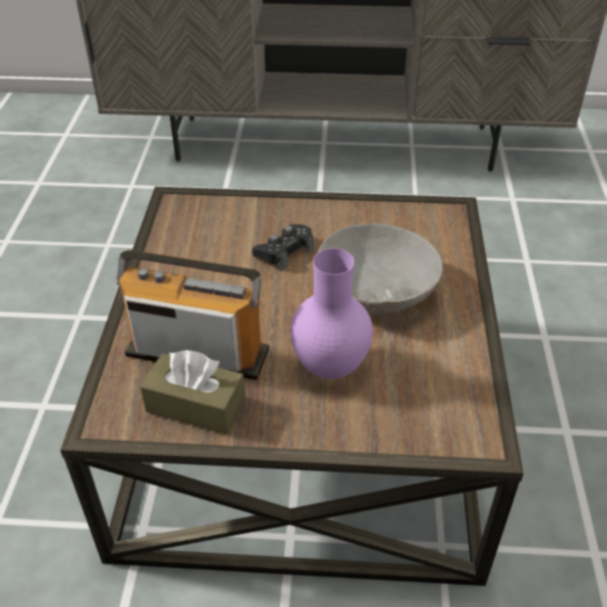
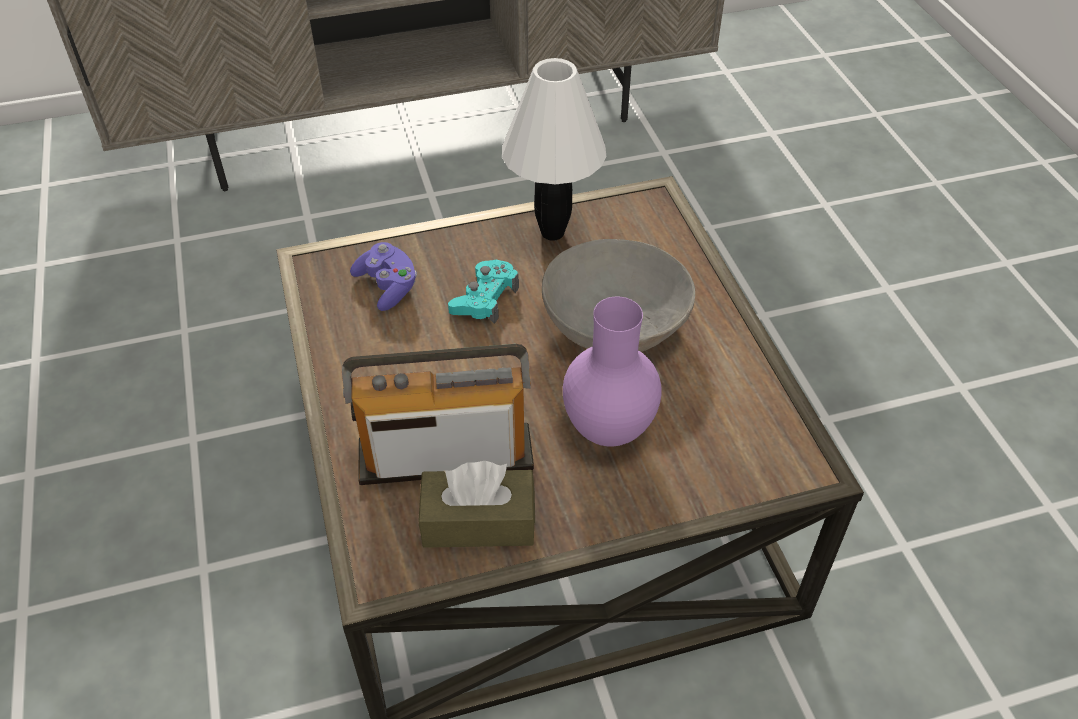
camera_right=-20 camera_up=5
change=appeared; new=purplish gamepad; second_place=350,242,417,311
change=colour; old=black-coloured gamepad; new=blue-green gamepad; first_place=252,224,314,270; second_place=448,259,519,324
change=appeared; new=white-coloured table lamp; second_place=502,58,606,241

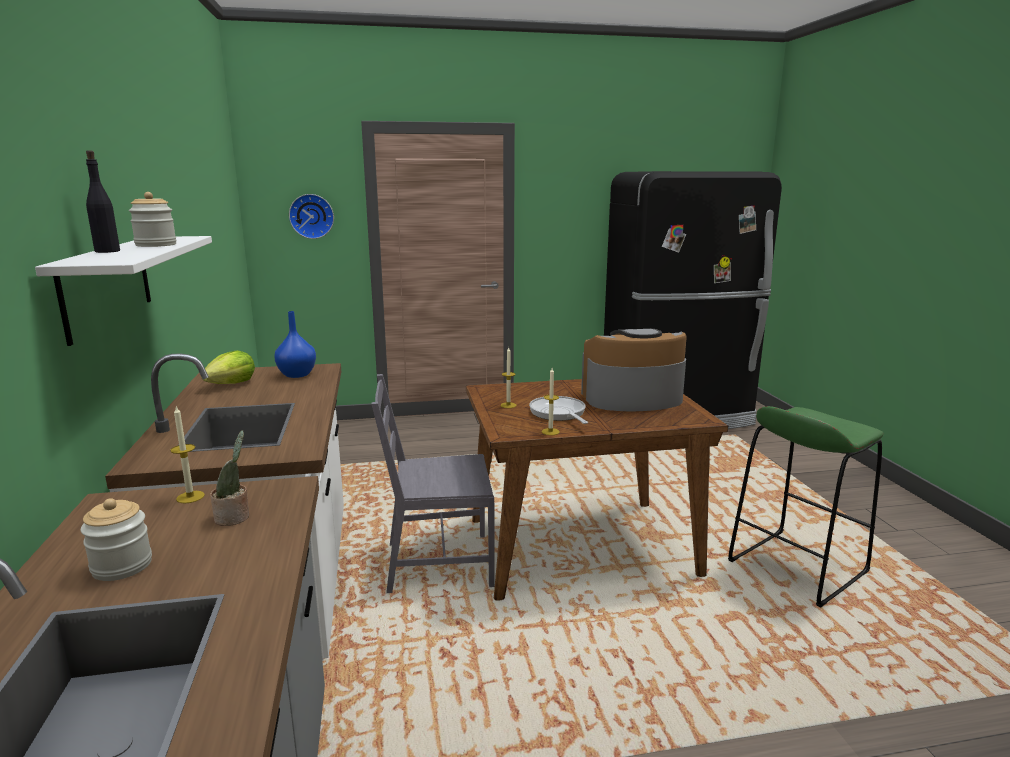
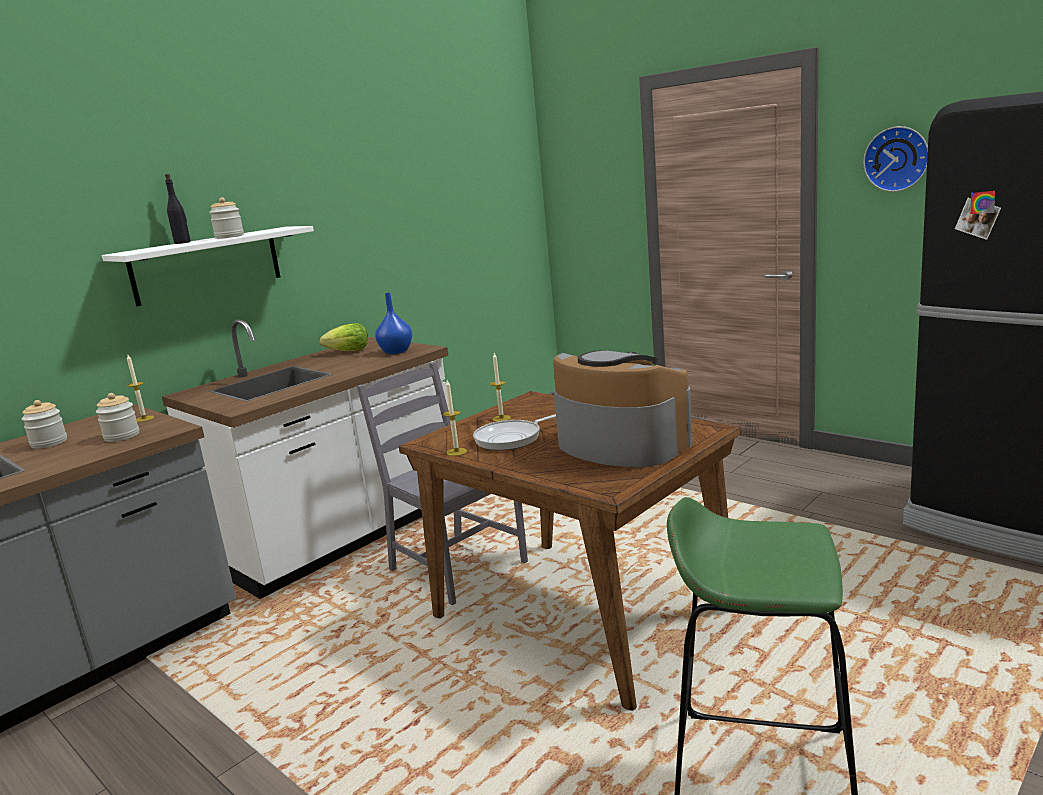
camera_right=55 camera_up=0
change=exchanged; old=houseplant; new=jar; first_place=210,430,249,526; second_place=96,393,139,442
change=spun; old=skillet; first_place=529,396,588,424; second_place=473,414,556,450; degrees=-150
change=relocated; old=clock on the wall; first_place=289,194,334,239; second_place=863,126,928,192

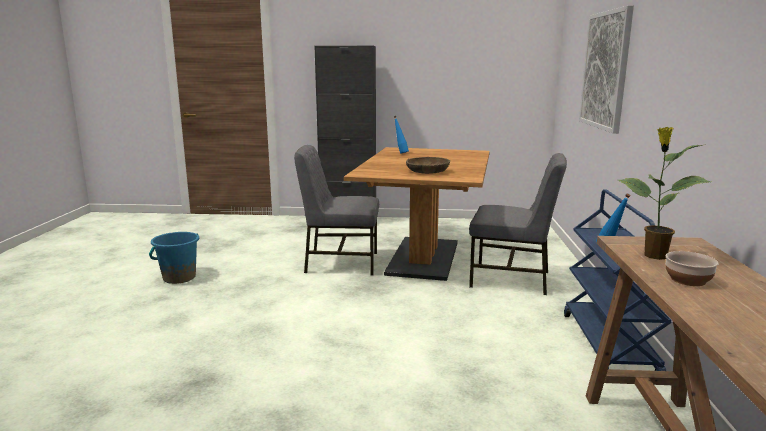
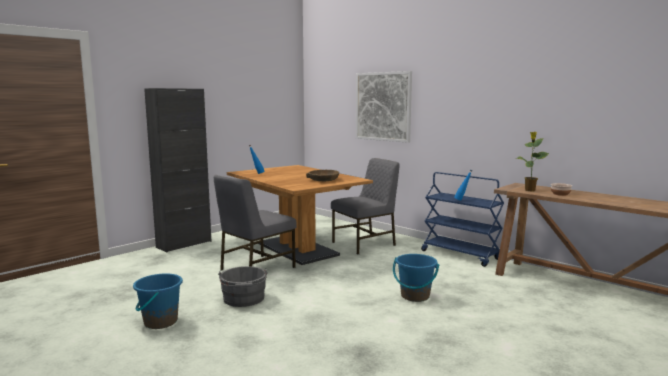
camera_right=-50 camera_up=-5
change=appeared; new=greyish pail; second_place=218,266,268,307
change=appeared; new=blue pail; second_place=393,254,440,302

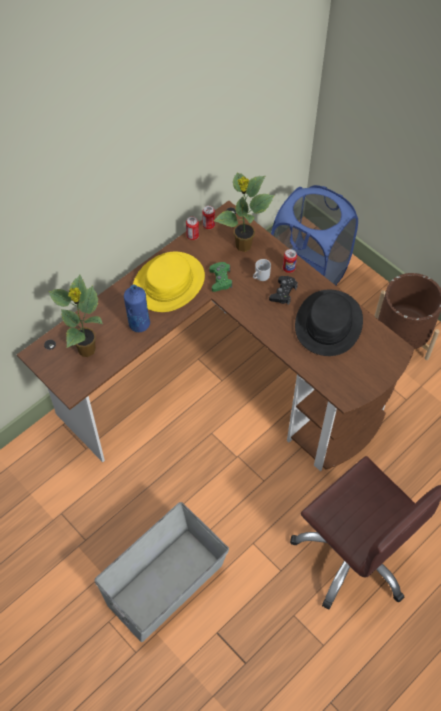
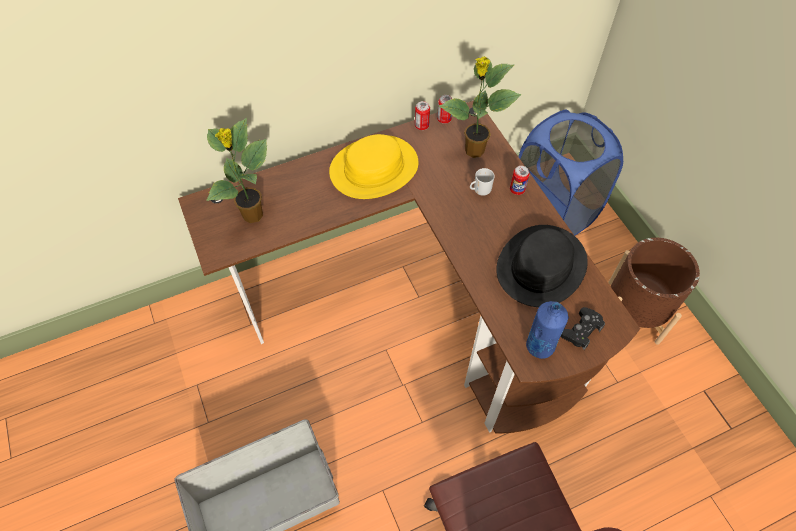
camera_right=20 camera_up=0
change=relocated; old=blue drink bottle; first_place=124,285,150,332; second_place=526,301,569,359
change=relocated; old=black-coloured gamepad; first_place=269,276,298,305; second_place=560,307,605,350
change=missing; old=green gamepad; first_place=209,262,232,292

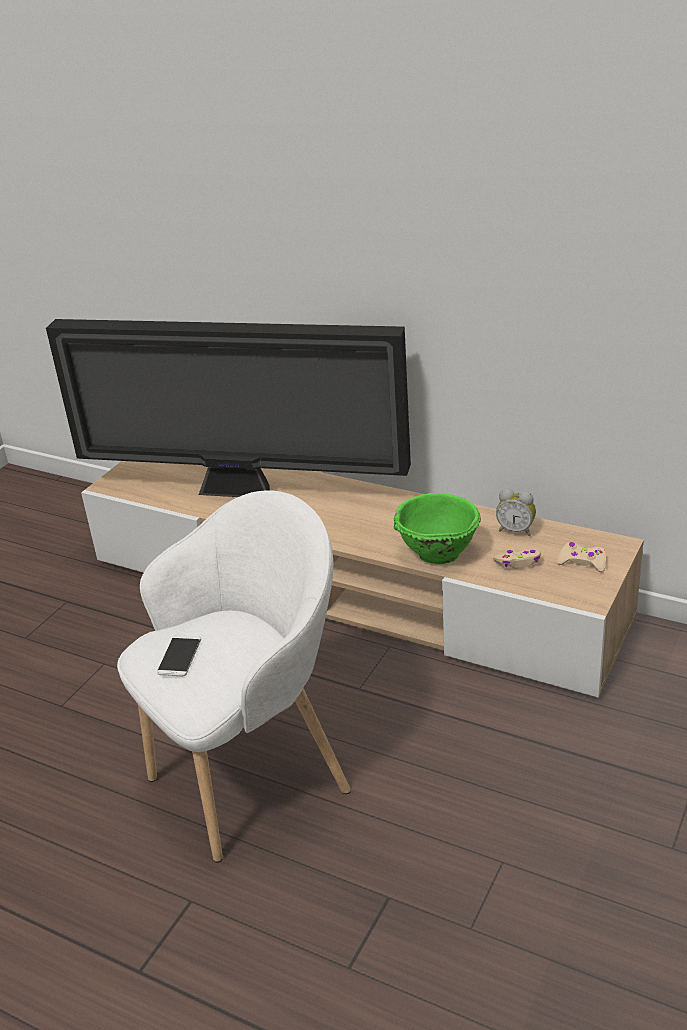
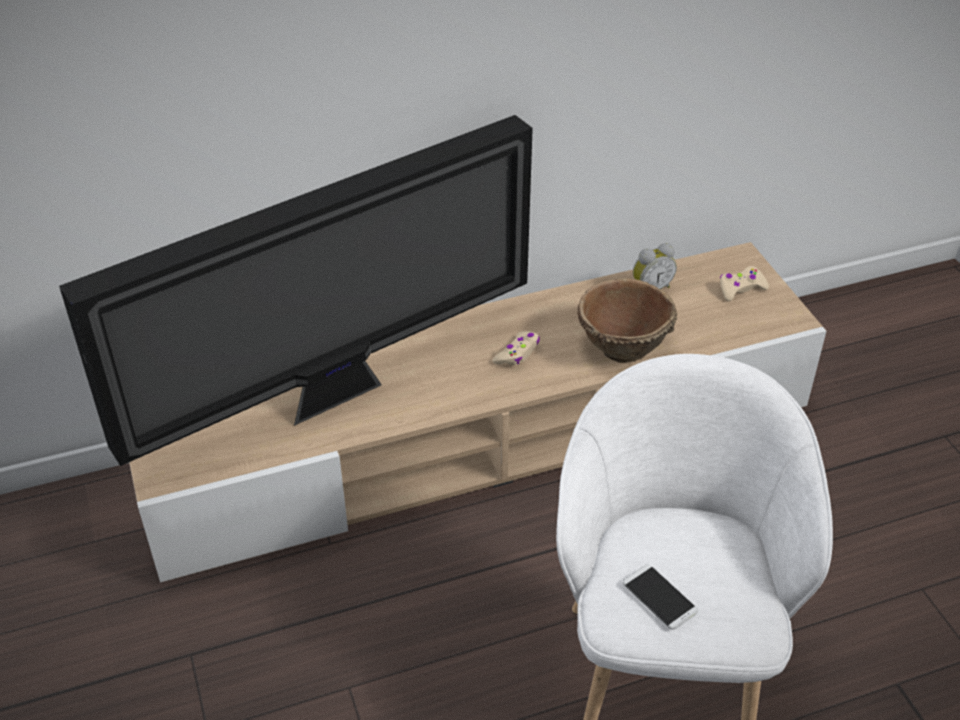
camera_right=-50 camera_up=10
change=relocated; old=beige gamepad; first_place=493,550,541,569; second_place=492,331,540,365
change=colour; old=green deep dish; new=brownish deep dish; first_place=393,493,481,564; second_place=577,278,678,363

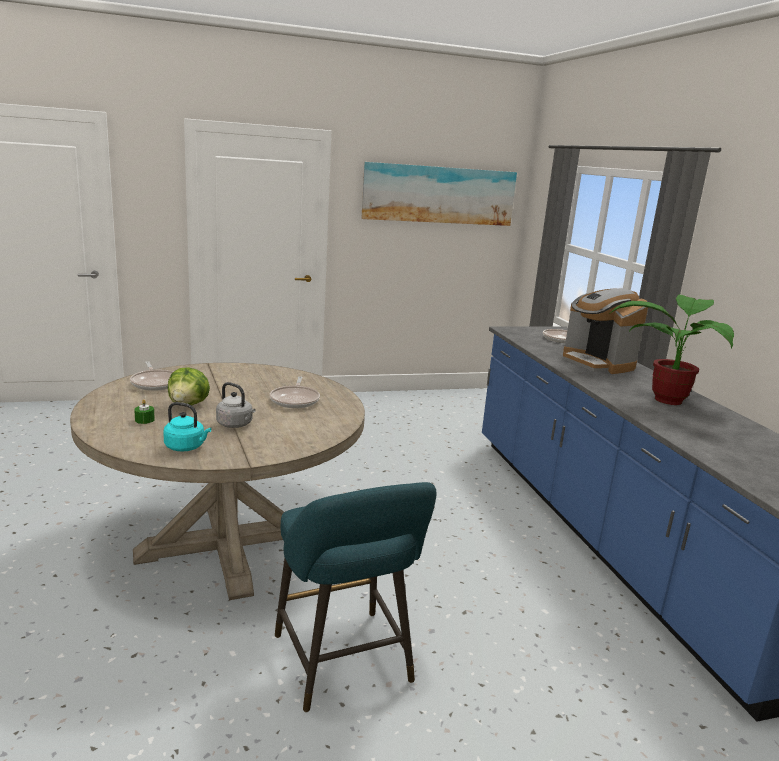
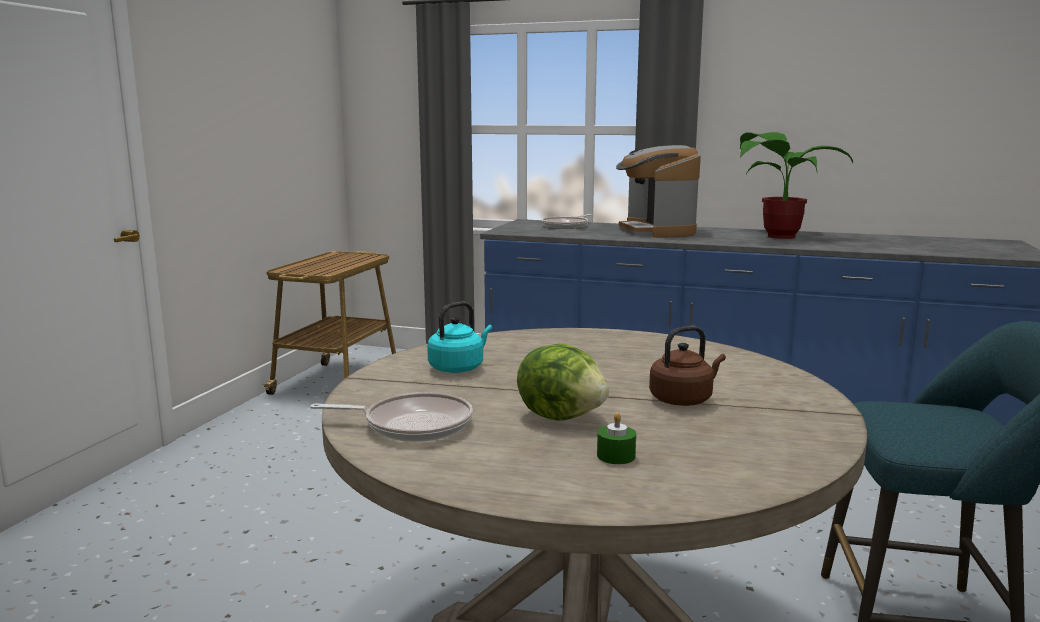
camera_right=-55 camera_up=-5
change=appeared; new=trolley; second_place=261,251,396,395
change=relocated; old=blue-green tea kettle; first_place=163,402,211,452; second_place=427,301,492,373
change=spun; old=coffee maker; first_place=563,288,648,374; second_place=616,145,701,238; degrees=75
change=colour; old=greyish tea kettle; new=brownish tea kettle; first_place=216,382,256,428; second_place=649,326,726,406
change=missing; old=skillet; first_place=270,376,320,408
change=missing; old=picture; first_place=362,162,517,226

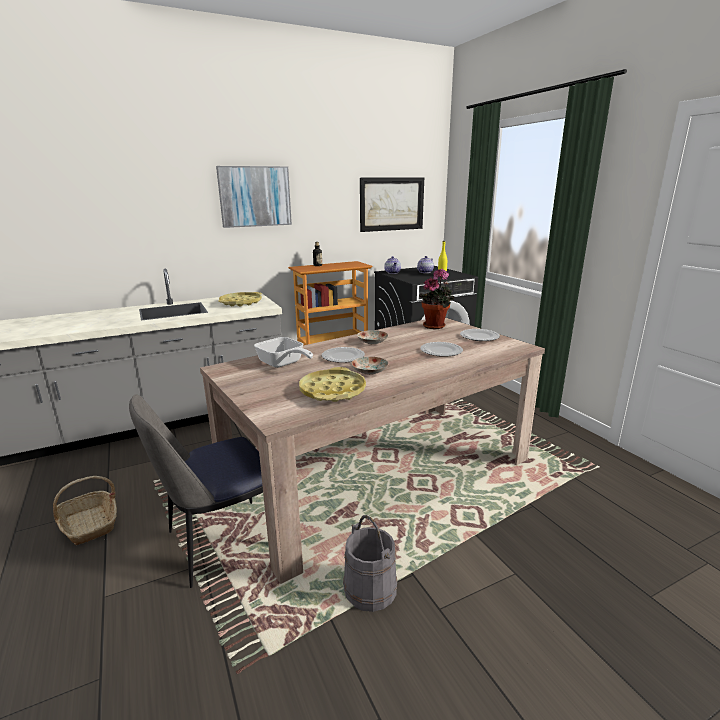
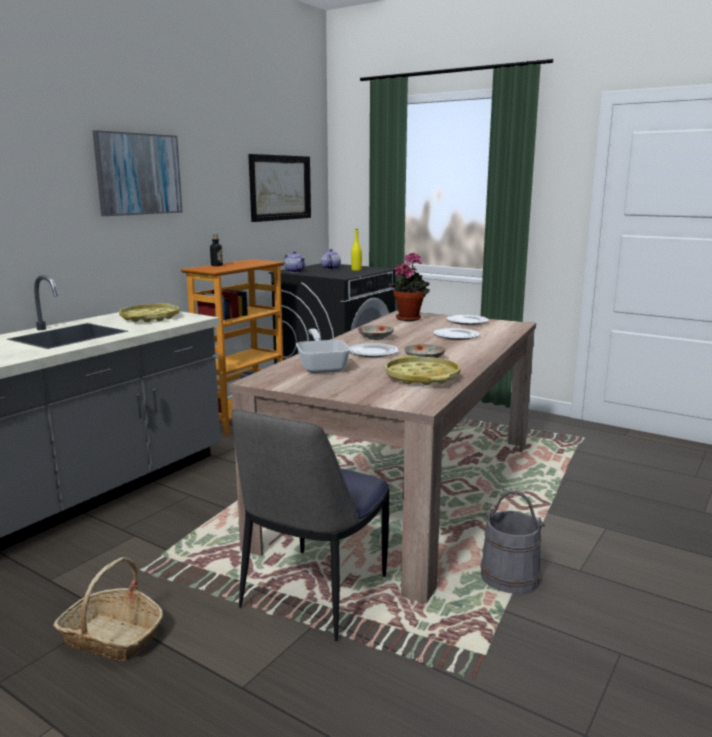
camera_right=-30 camera_up=-5
change=spun; old=skillet; first_place=254,337,313,368; second_place=296,329,351,373; degrees=-120

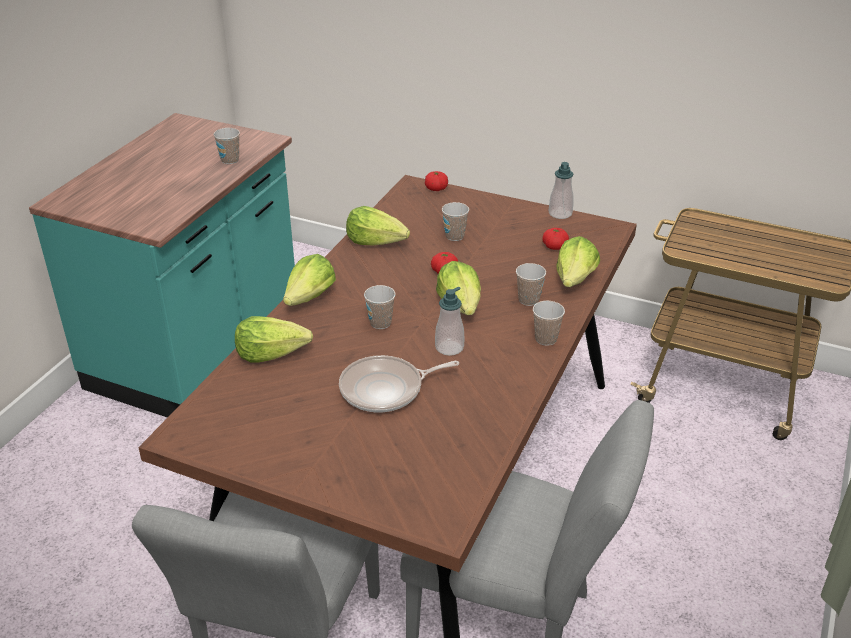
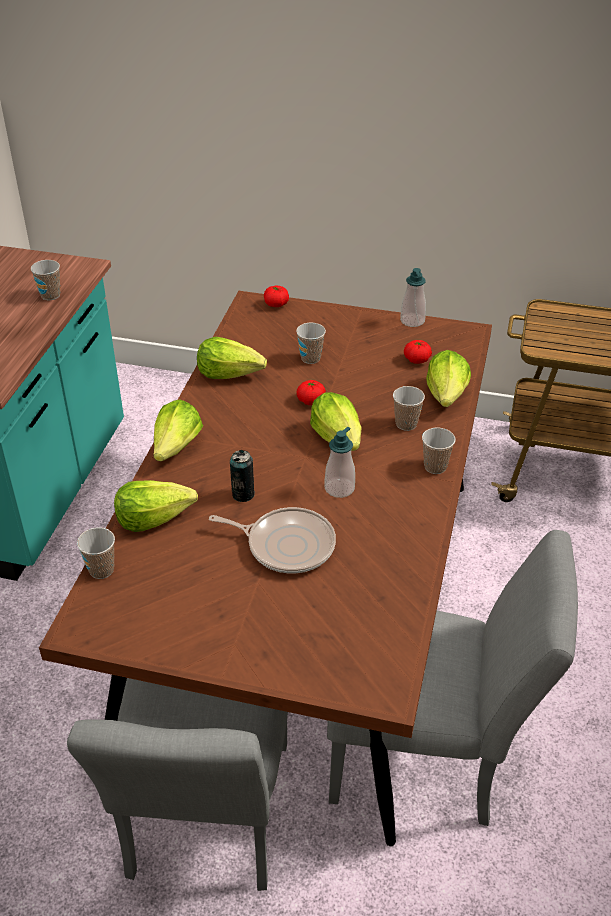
camera_right=-10 camera_up=5
change=relocated; old=small cup; first_place=364,285,396,329; second_place=77,527,115,579
change=spun; old=skillet; first_place=339,355,459,412; second_place=209,507,336,573; degrees=-135
change=appeared; new=can; second_place=230,450,255,502

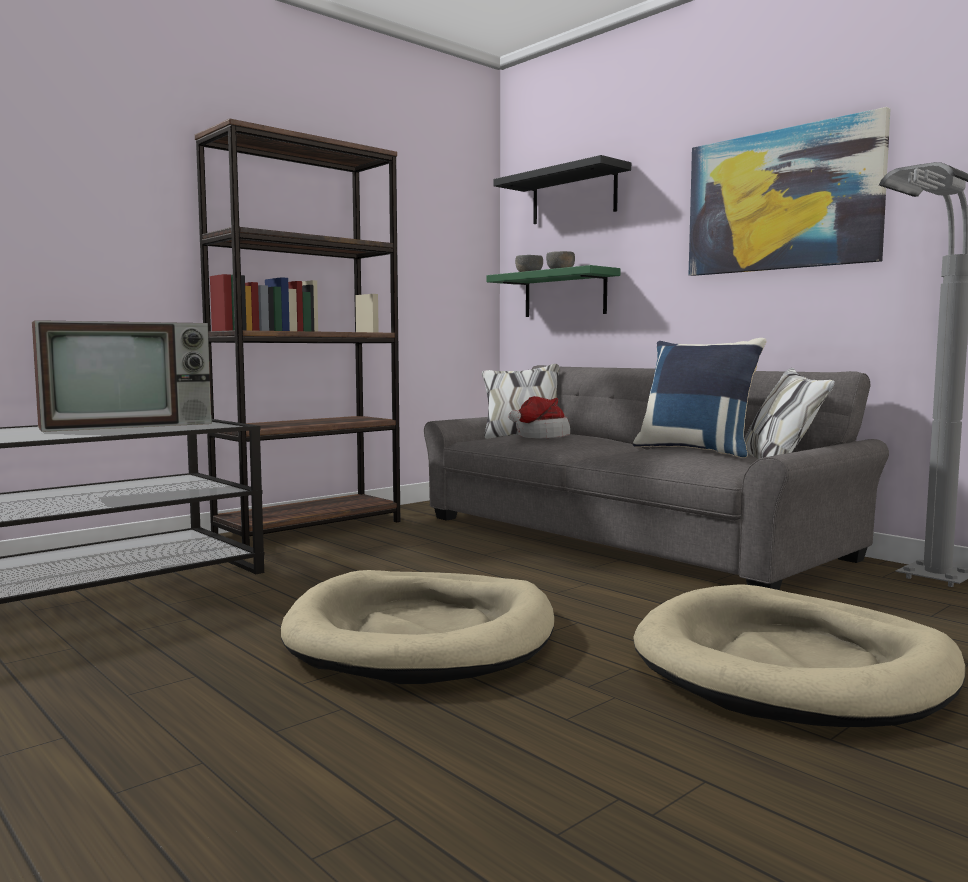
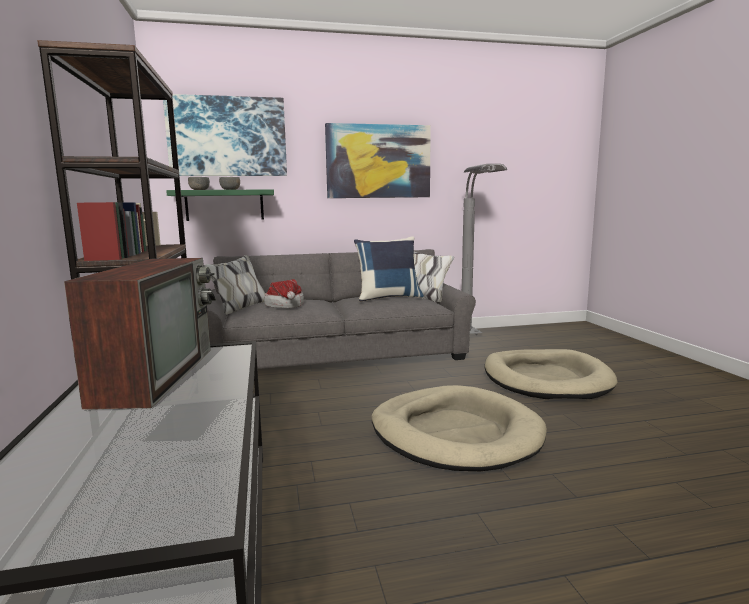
camera_right=-60 camera_up=5
change=exchanged; old=black-coloured shelf; new=picture; first_place=494,155,631,224; second_place=163,94,287,176

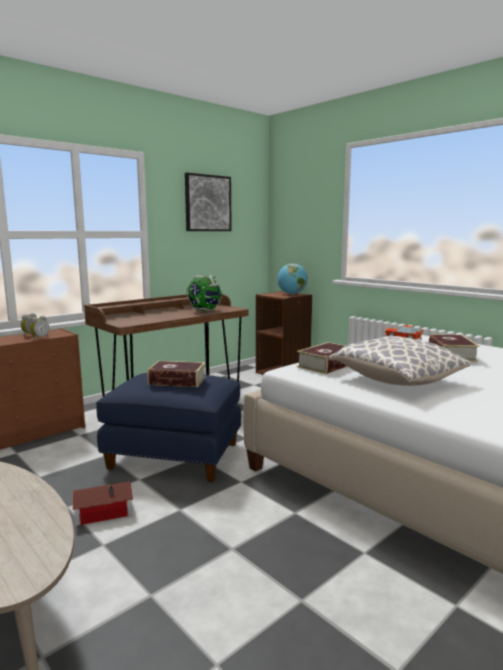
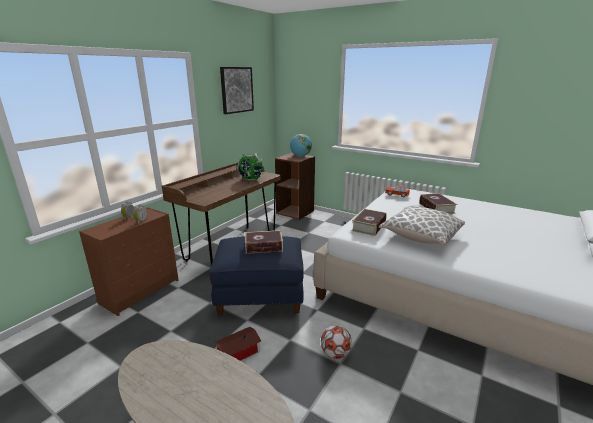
camera_right=-15 camera_up=10
change=appeared; new=football ball; second_place=321,326,352,359

